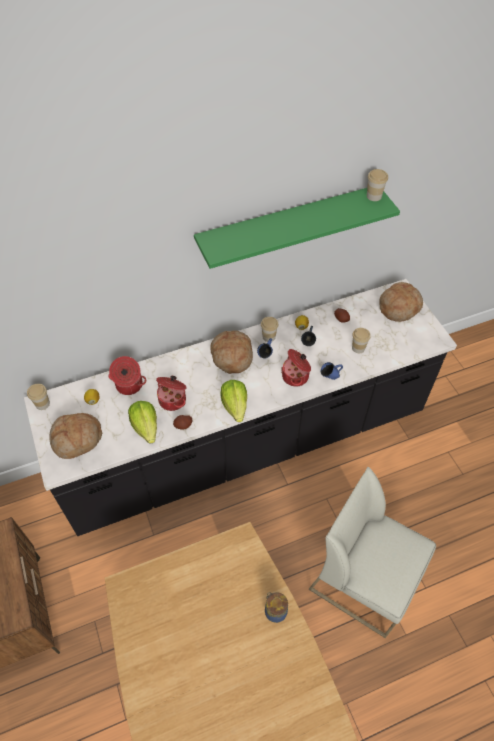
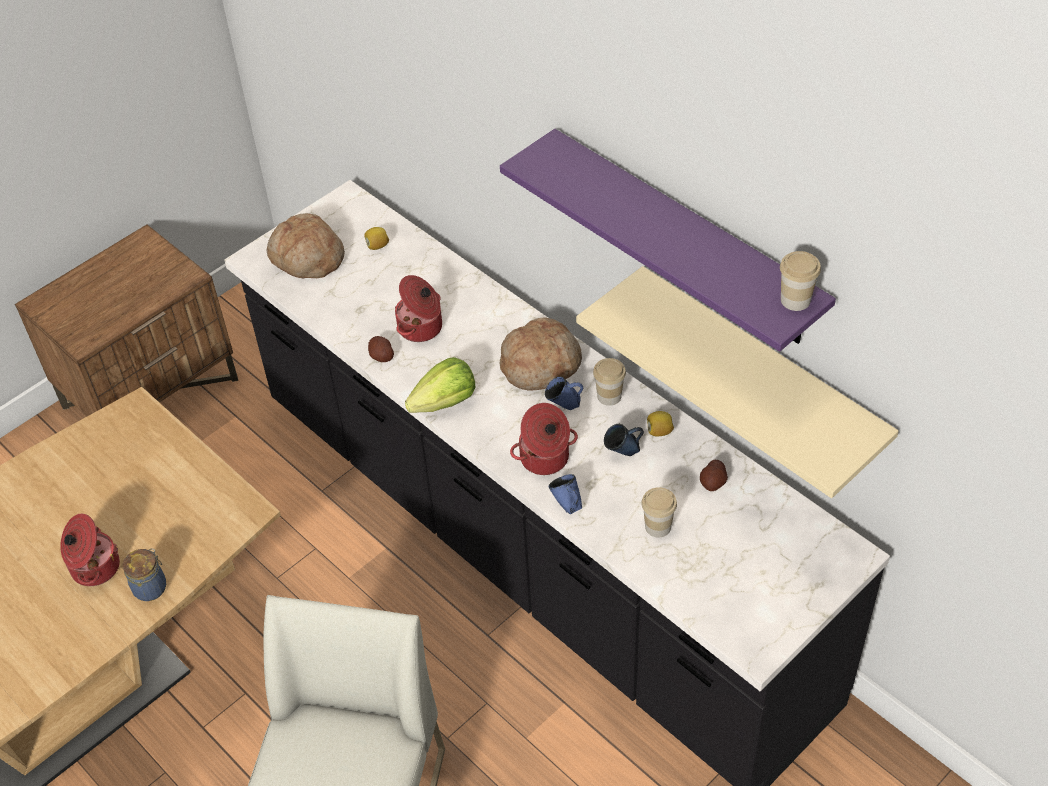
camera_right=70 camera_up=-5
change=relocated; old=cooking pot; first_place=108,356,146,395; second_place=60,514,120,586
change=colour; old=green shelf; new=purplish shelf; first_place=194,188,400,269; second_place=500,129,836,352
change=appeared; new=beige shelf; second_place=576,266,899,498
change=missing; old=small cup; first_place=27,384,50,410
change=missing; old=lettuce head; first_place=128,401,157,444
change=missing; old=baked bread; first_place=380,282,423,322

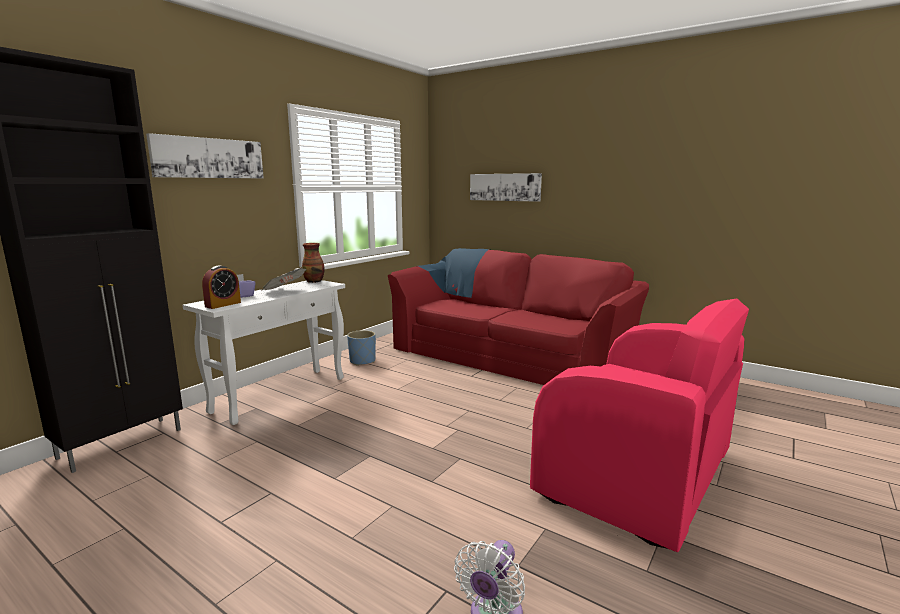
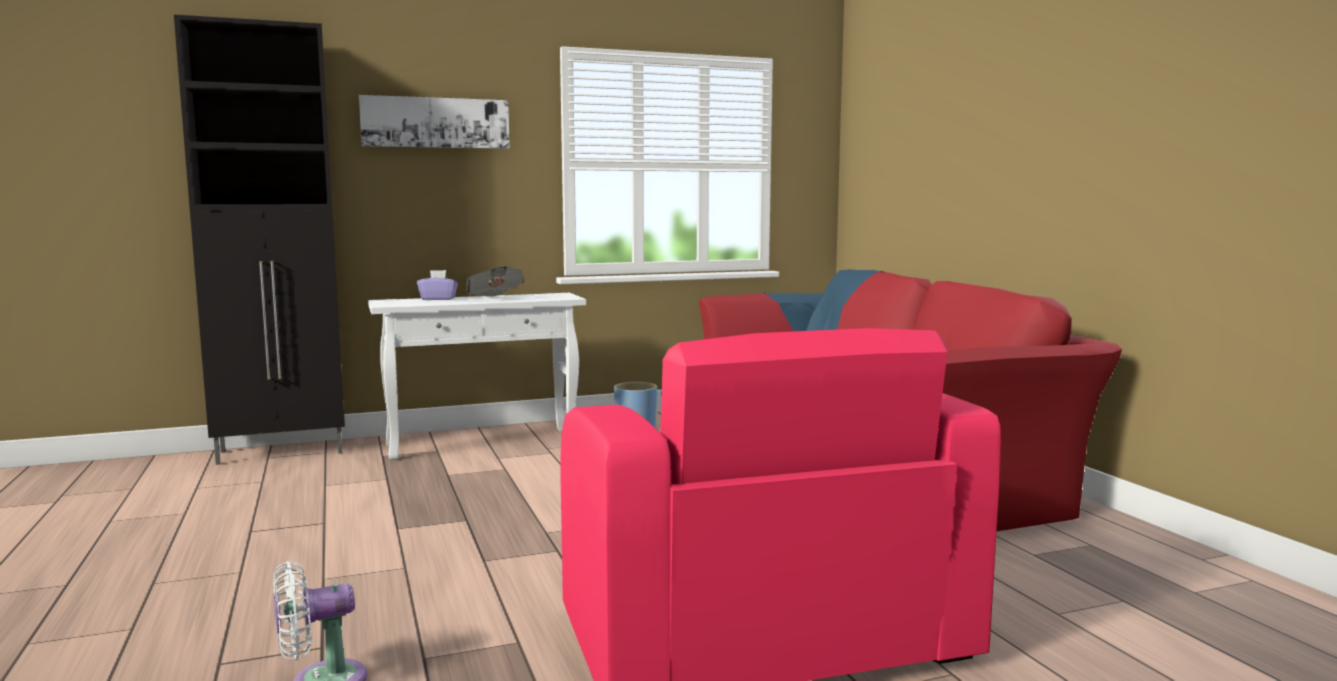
camera_right=35 camera_up=-5
change=missing; old=alarm clock; first_place=202,265,241,309
change=missing; old=vase; first_place=302,243,325,283
change=missing; old=picture; first_place=470,173,542,202

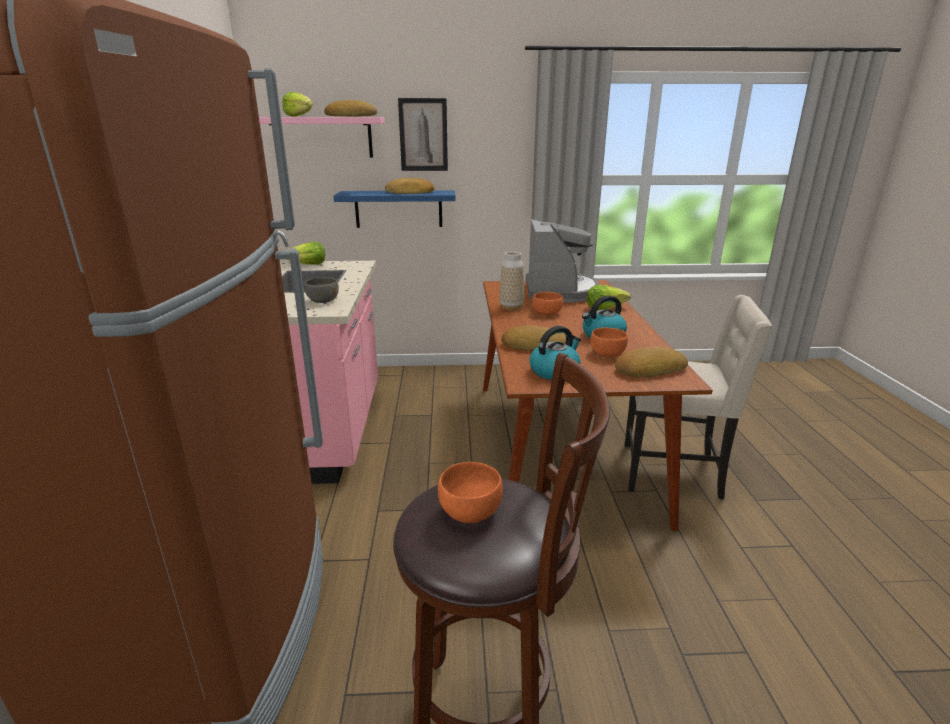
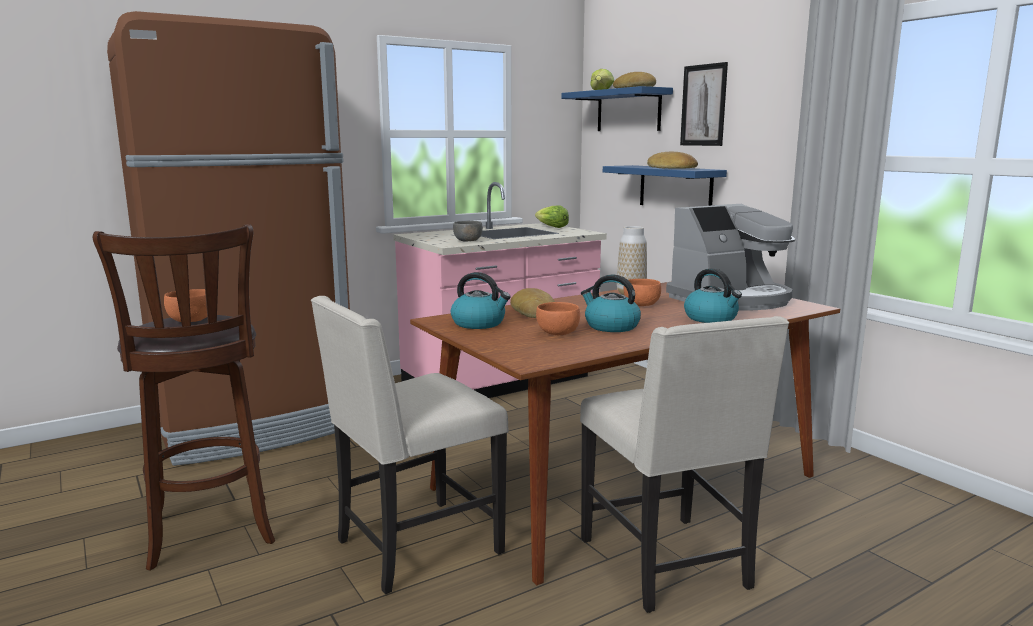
camera_right=60 camera_up=-10
change=appeared; new=beige upright chair; second_place=311,296,508,594
change=colour; old=pink shelf; new=blue shelf; first_place=259,117,385,157; second_place=561,86,673,131
change=exchanged; old=lettuce head; new=tea kettle; first_place=587,285,631,310; second_place=684,268,742,323
change=missing; old=baked bread; first_place=615,347,688,377

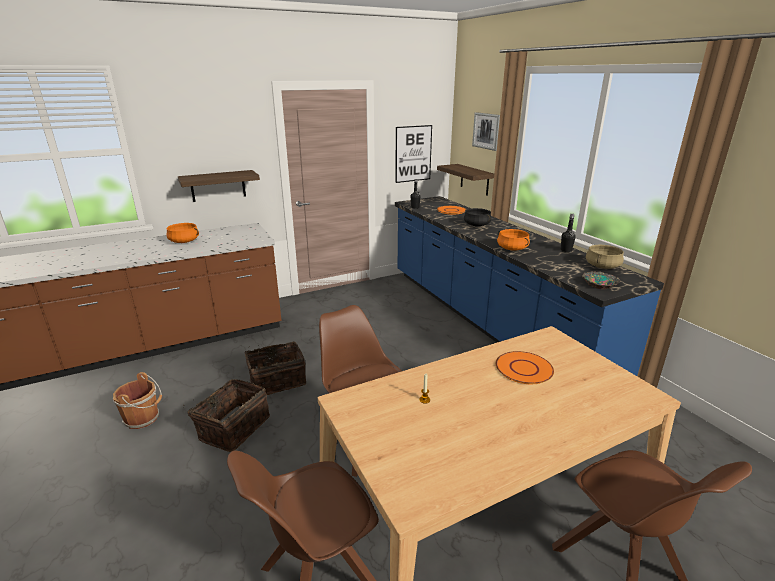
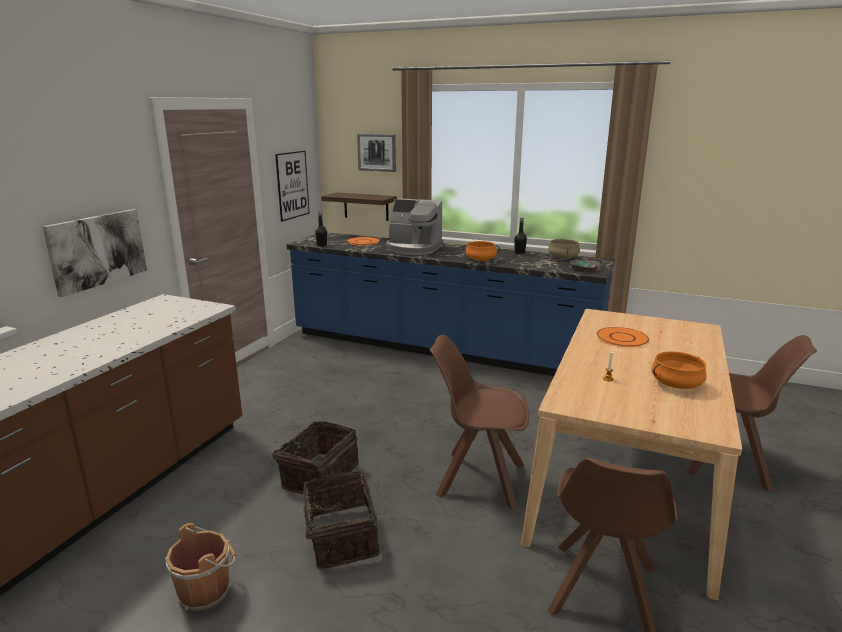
camera_right=-40 camera_up=-5
change=exchanged; old=shelf; new=picture; first_place=178,170,260,202; second_place=42,209,147,297
change=exchanged; old=black-coloured cooking pot; new=coffee maker; first_place=464,208,491,226; second_place=386,198,443,255
change=relocated; old=orange cooking pot; first_place=166,223,199,243; second_place=651,351,706,389

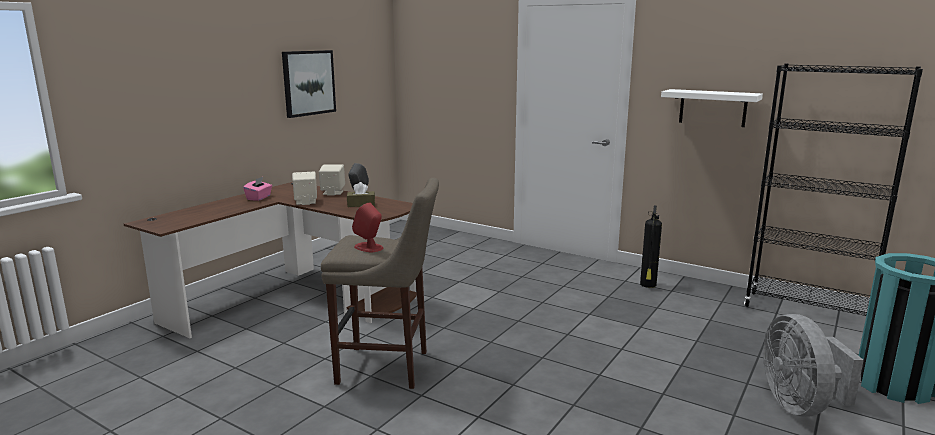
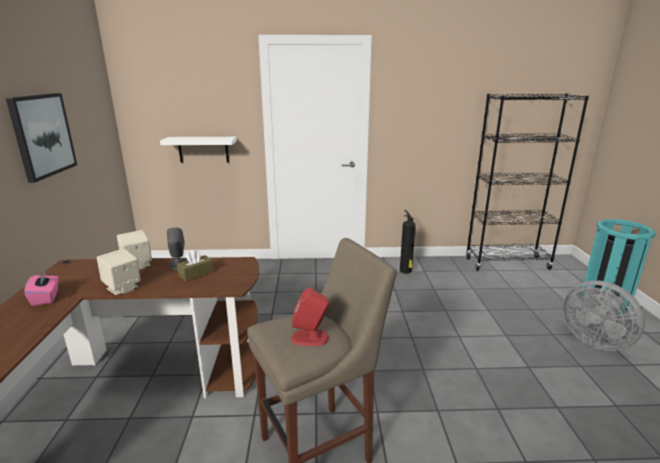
camera_right=-35 camera_up=5
change=relocated; old=white-coloured shelf; first_place=661,89,763,127; second_place=160,137,237,163

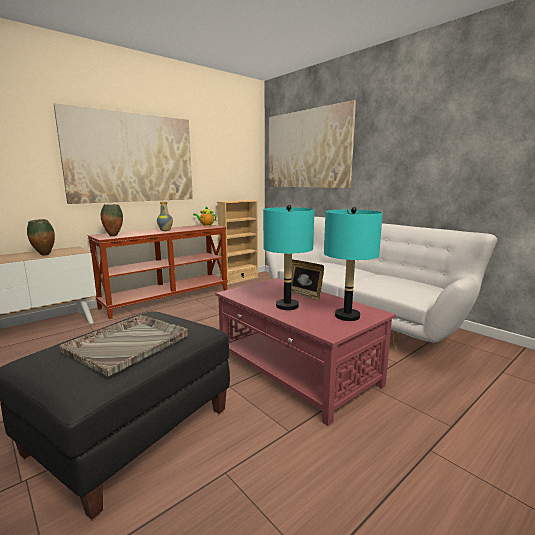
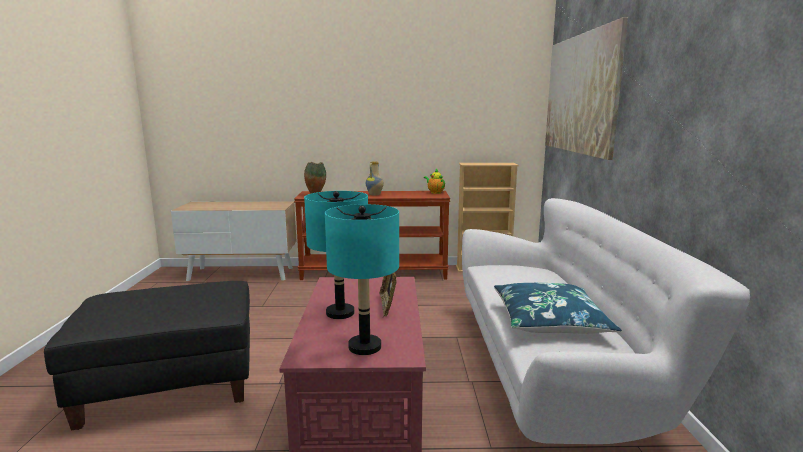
camera_right=40 camera_up=0
change=appeared; new=blue throw pillow; second_place=494,283,622,334
change=missing; old=vase; first_place=27,219,55,256
change=missing; old=picture; first_place=54,103,193,204
change=missing; old=greyish tray; first_place=59,315,188,376

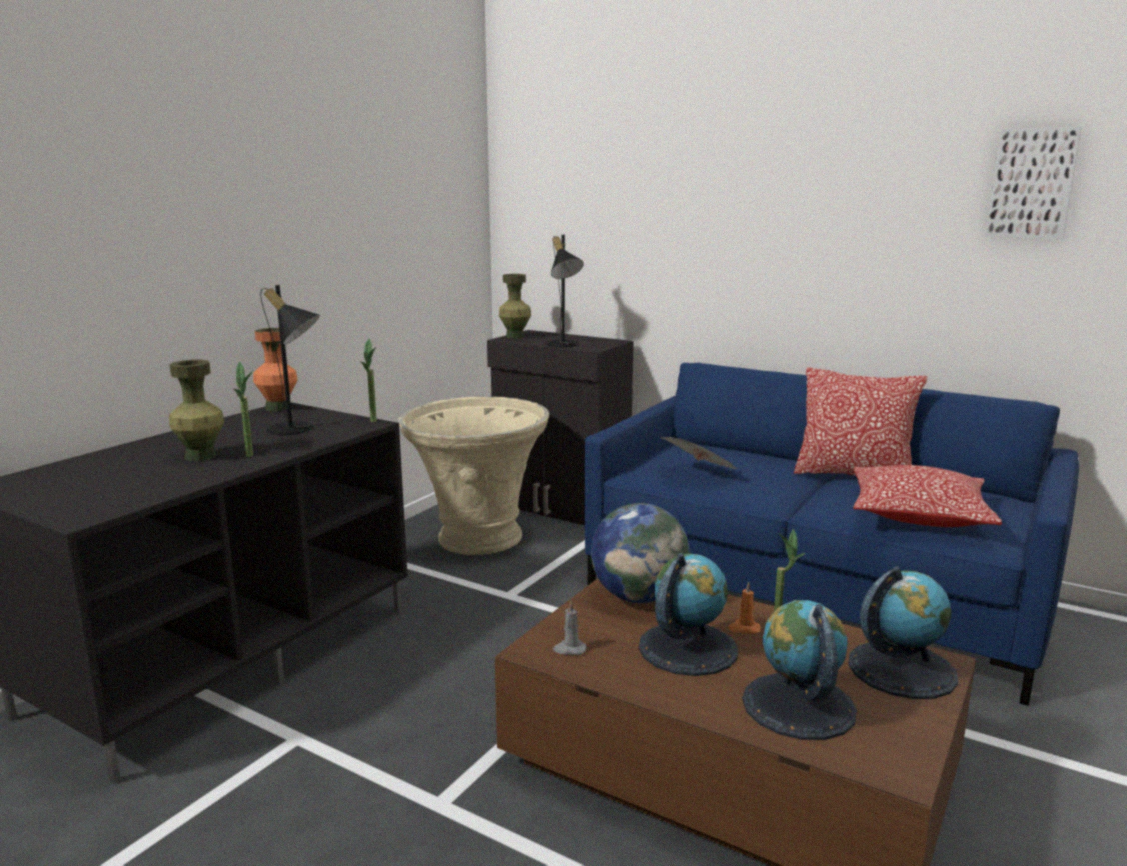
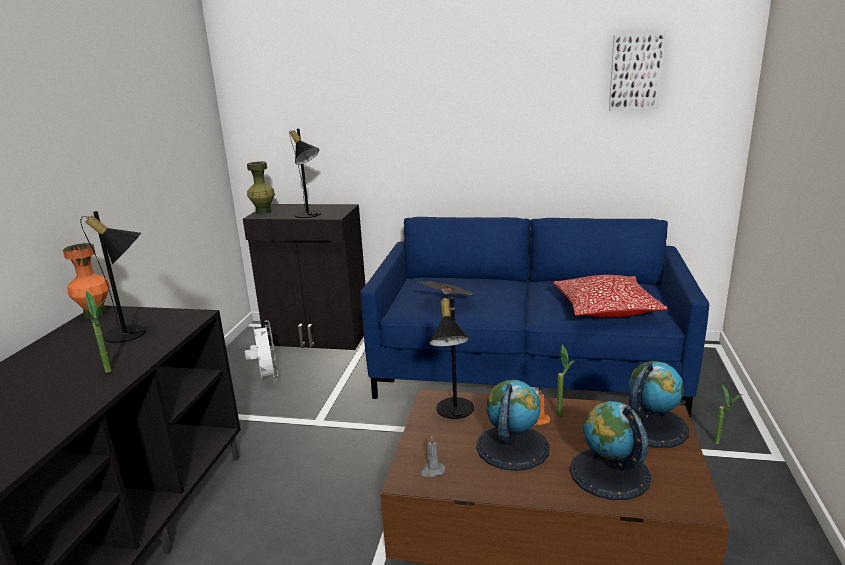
camera_right=-20 camera_up=5
change=exchanged; old=beige plant pot; new=white-coloured cooling fan; first_place=398,396,549,555; second_place=244,320,279,382
change=exchanged; old=world globe; new=black-coloured table lamp; first_place=591,503,690,603; second_place=429,296,474,419
change=relocated; old=houseplant; first_place=360,339,377,422; second_place=714,385,743,444
change=missing; old=green vase; first_place=169,360,224,461
change=missing; old=throw pillow; first_place=794,367,927,475

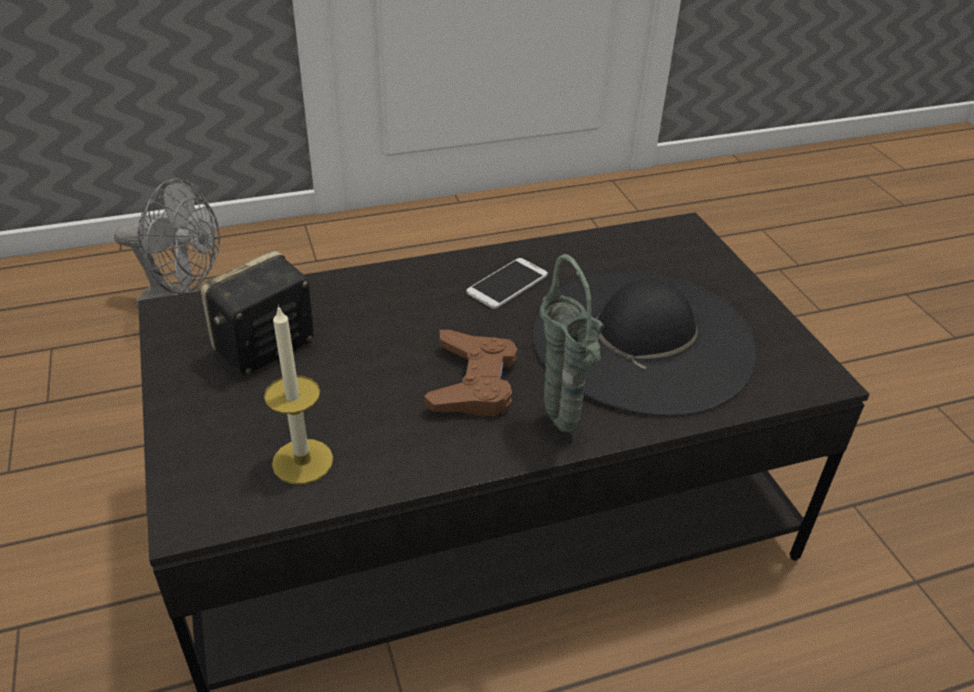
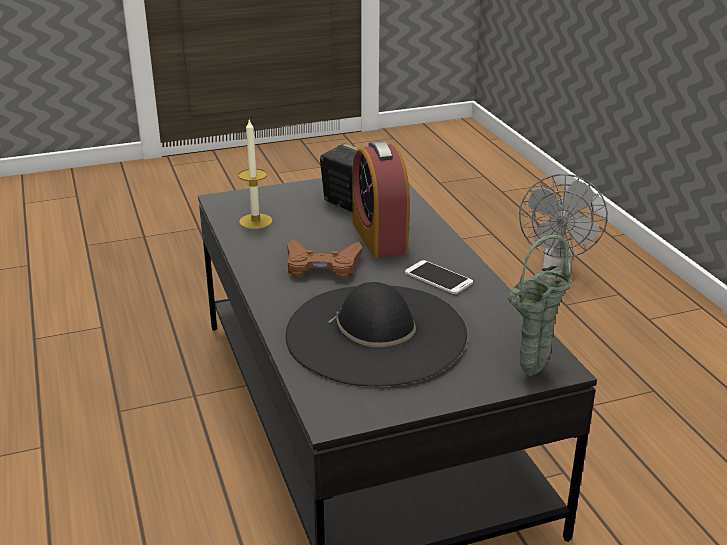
camera_right=90 camera_up=-10
change=appeared; new=alarm clock; second_place=352,141,410,258
change=relocated; old=green vase; first_place=540,254,604,432; second_place=508,235,572,376

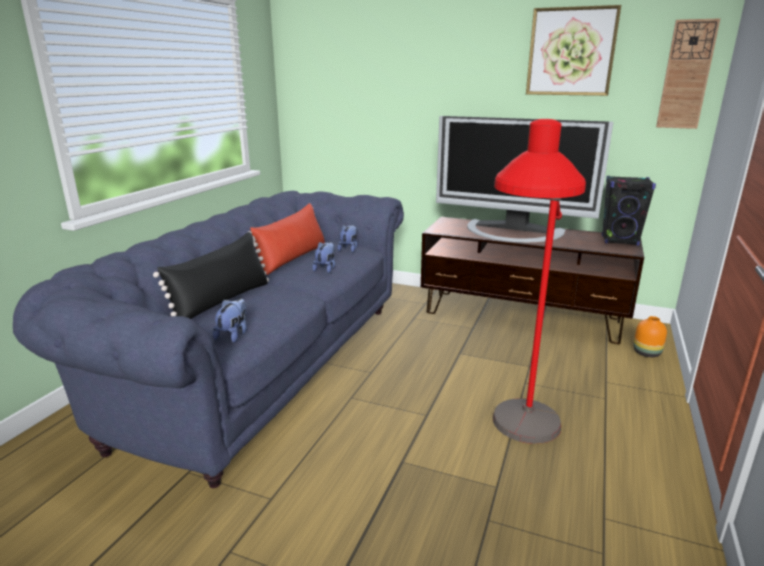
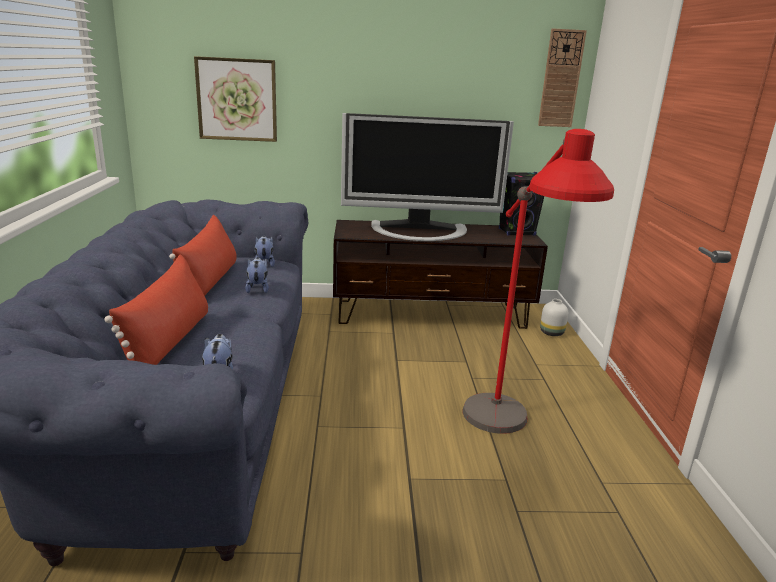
camera_right=-25 camera_up=0
change=colour; old=black-coloured throw pillow; new=reddish throw pillow; first_place=153,232,269,319; second_place=104,254,208,365
change=relocated; old=picture; first_place=526,5,621,96; second_place=194,56,277,142
change=colour; old=orange vase; new=white-coloured vase; first_place=633,316,667,357; second_place=540,299,568,336

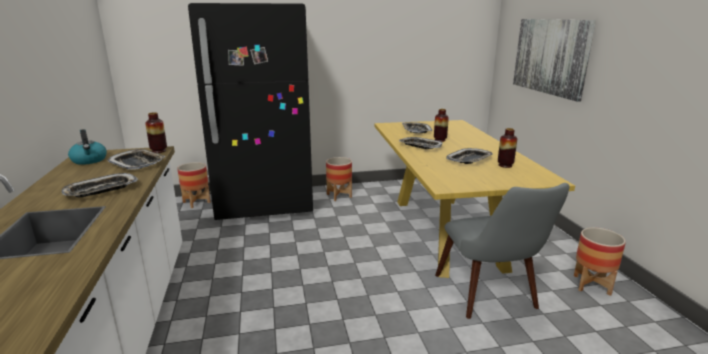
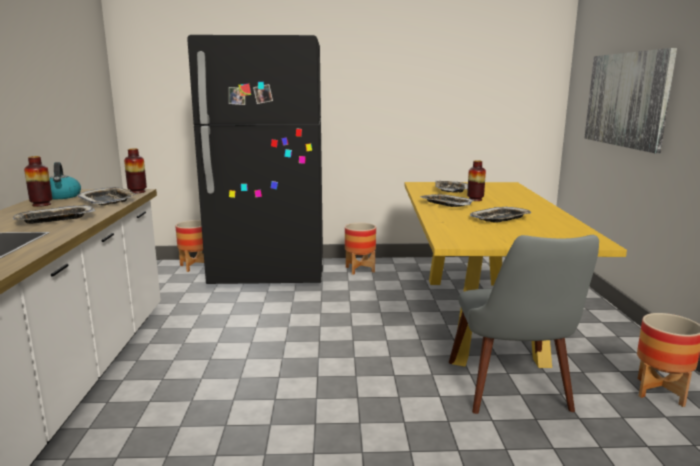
camera_right=10 camera_up=-5
change=relocated; old=vase; first_place=498,128,517,168; second_place=24,156,52,207

